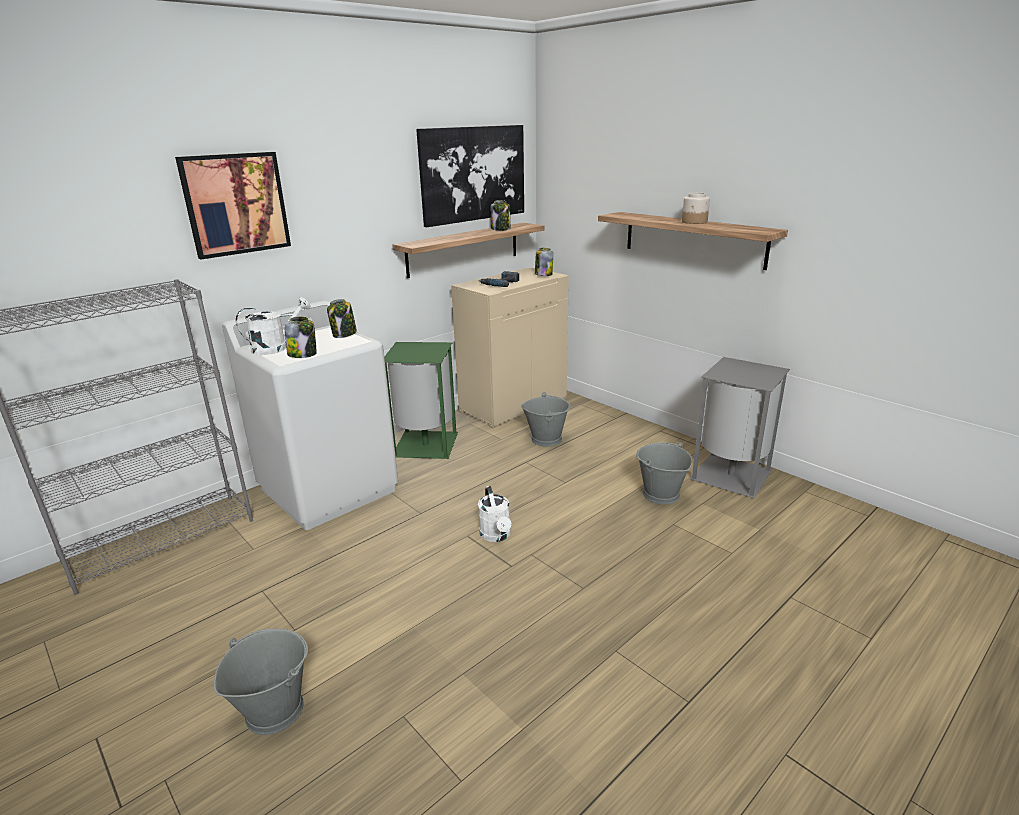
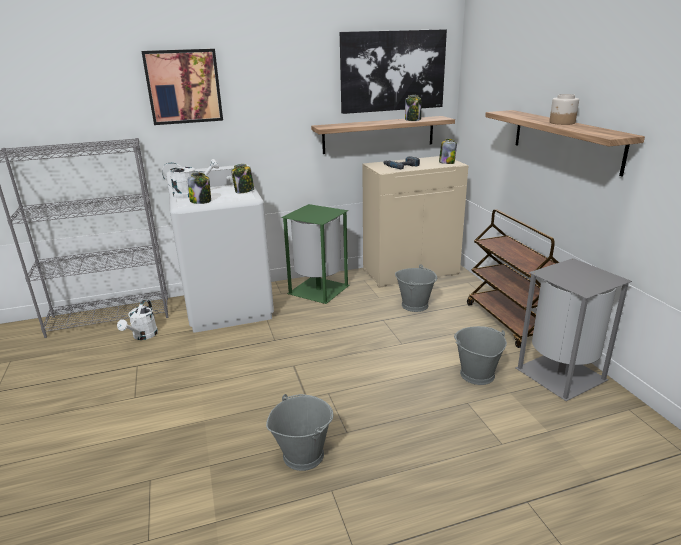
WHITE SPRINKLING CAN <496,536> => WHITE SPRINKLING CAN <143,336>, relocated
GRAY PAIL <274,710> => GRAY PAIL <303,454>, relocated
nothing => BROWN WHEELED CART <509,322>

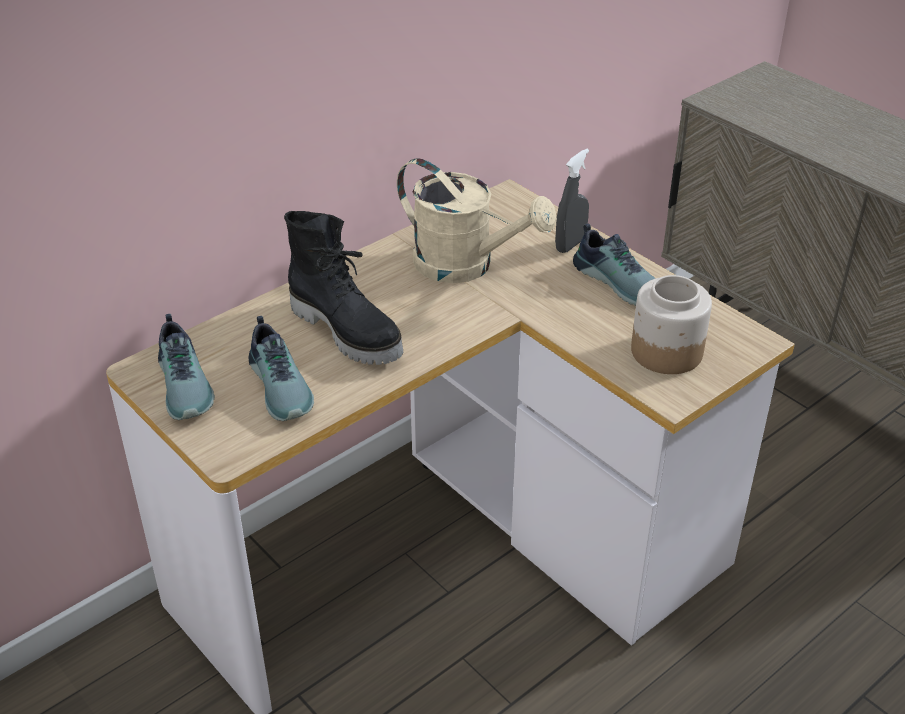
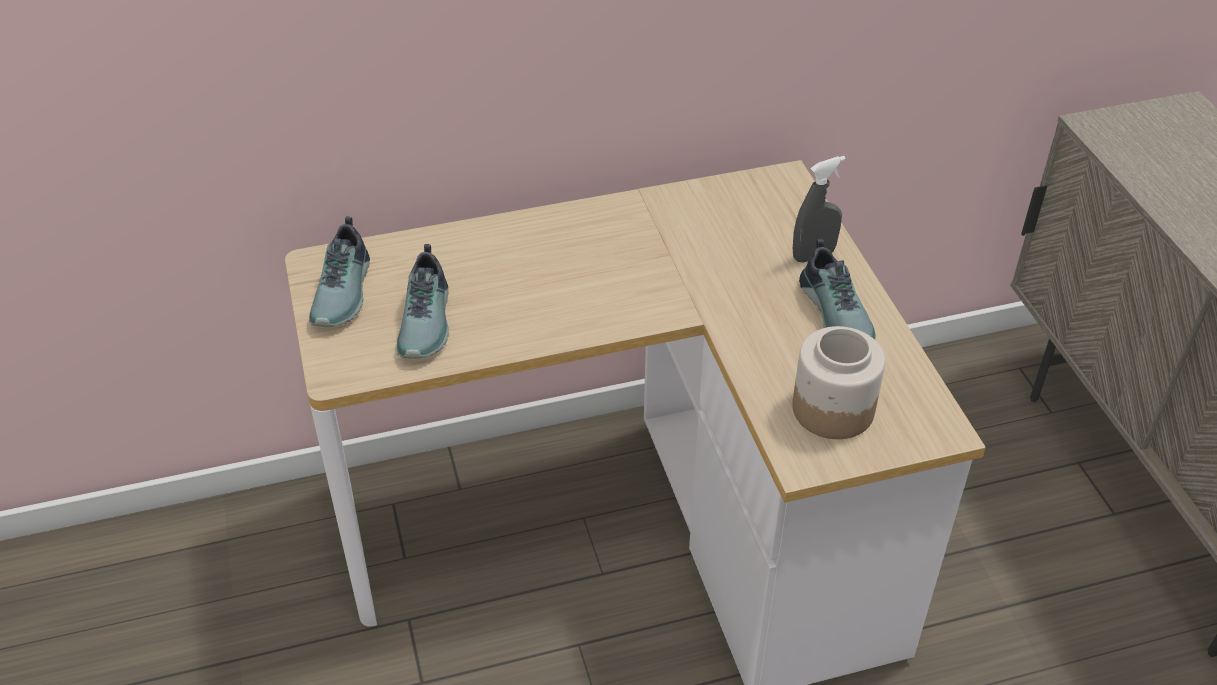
BEIGE-COLOURED SPRINKLING CAN <466,266> => nothing
BLACK TALL BOOT <348,331> => nothing

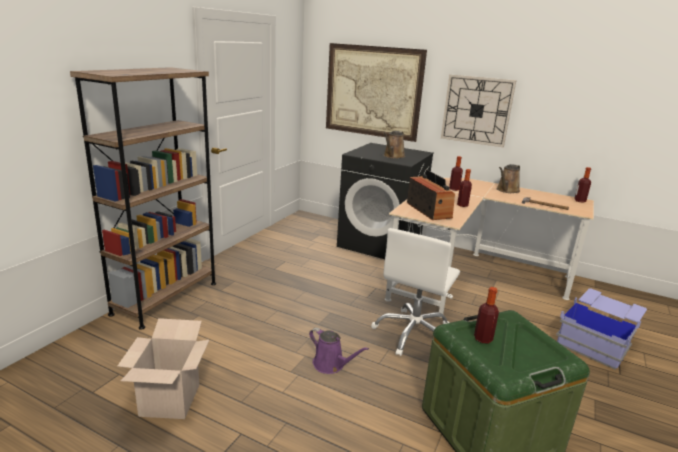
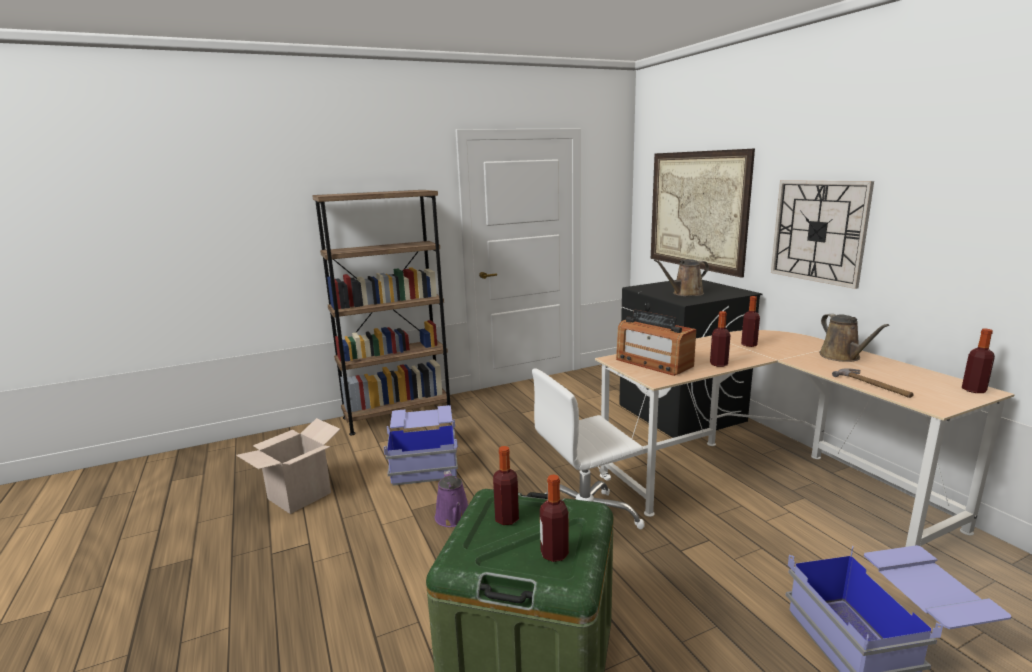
BROWN SPRINKLING CAN <507,190> => BROWN SPRINKLING CAN <842,357>, 90 degrees counterclockwise
RADIO <429,210> => RADIO <653,363>, 120 degrees clockwise
nothing => BLUE-COLOURED STORAGE BOX <424,460>
nothing => BOTTLE <554,554>

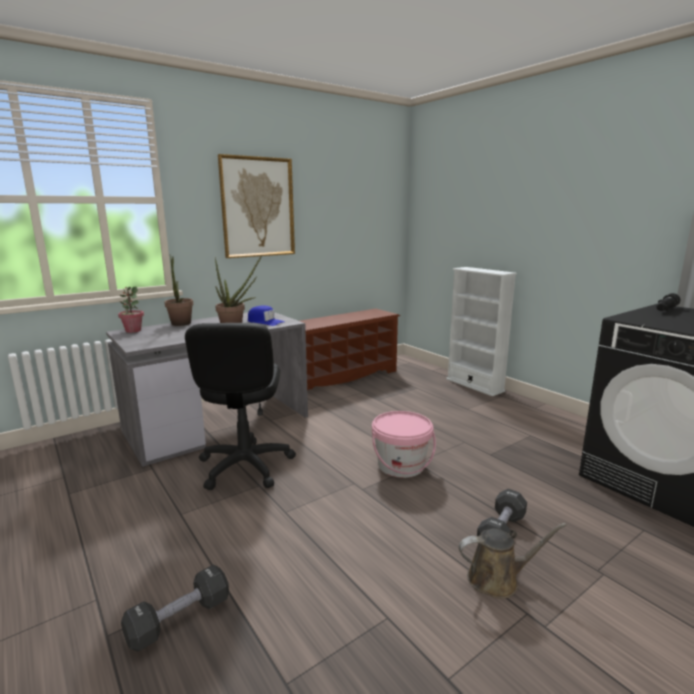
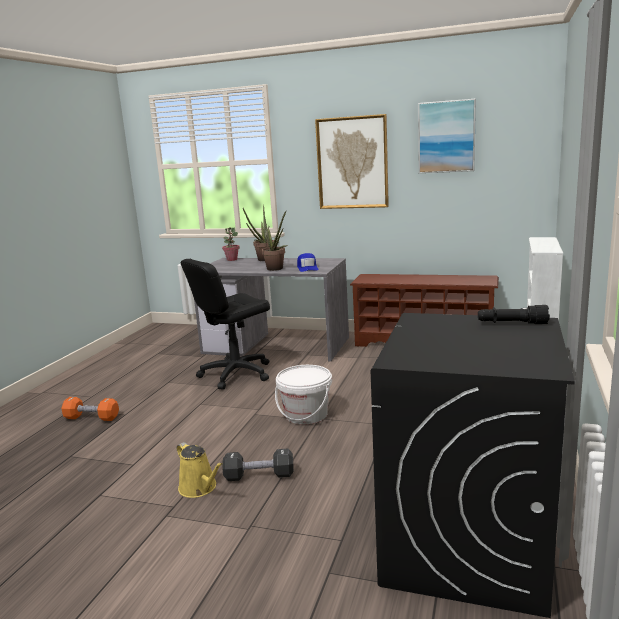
PINK-COLOURED PAIL <401,465> => WHITE PAIL <306,415>
BROWN SPRINKLING CAN <497,579> => YELLOW SPRINKLING CAN <200,488>
BLACK FREE WEIGHT <179,620> => ORANGE FREE WEIGHT <91,418>
nothing => WALL PICTURE <446,137>

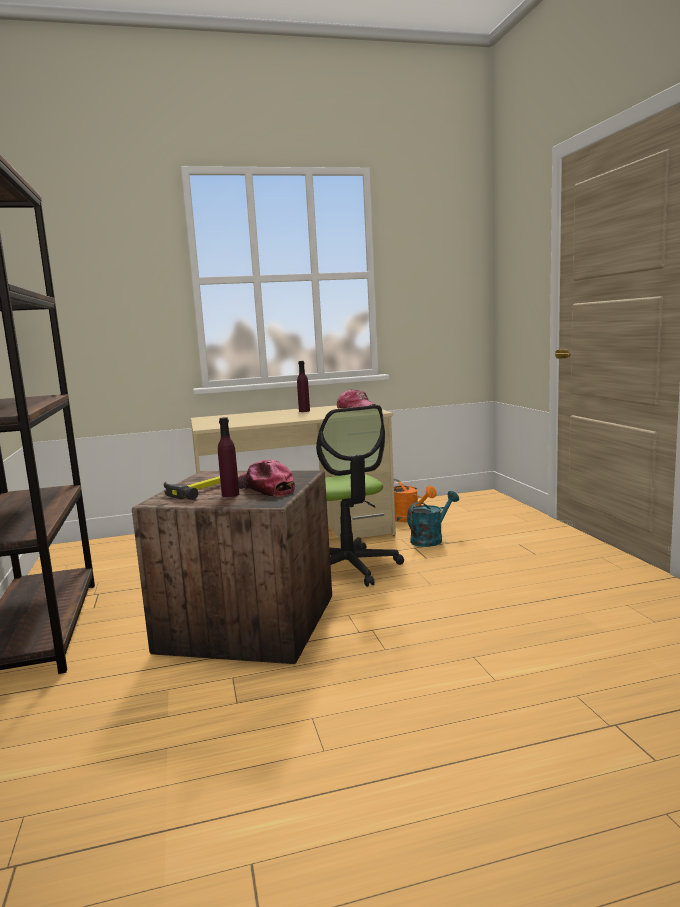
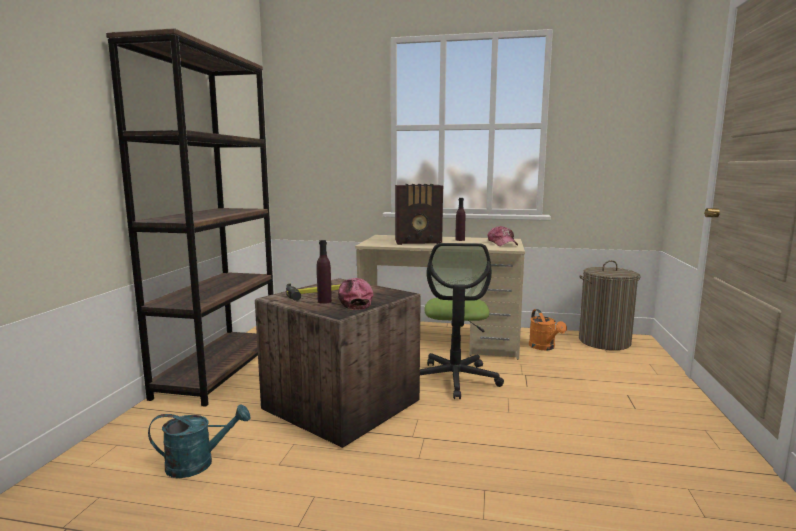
TURQUOISE-COLOURED SPRINKLING CAN <430,539> => TURQUOISE-COLOURED SPRINKLING CAN <198,463>, relocated
nothing => RADIO <419,242>
nothing => HAMPER <604,341>

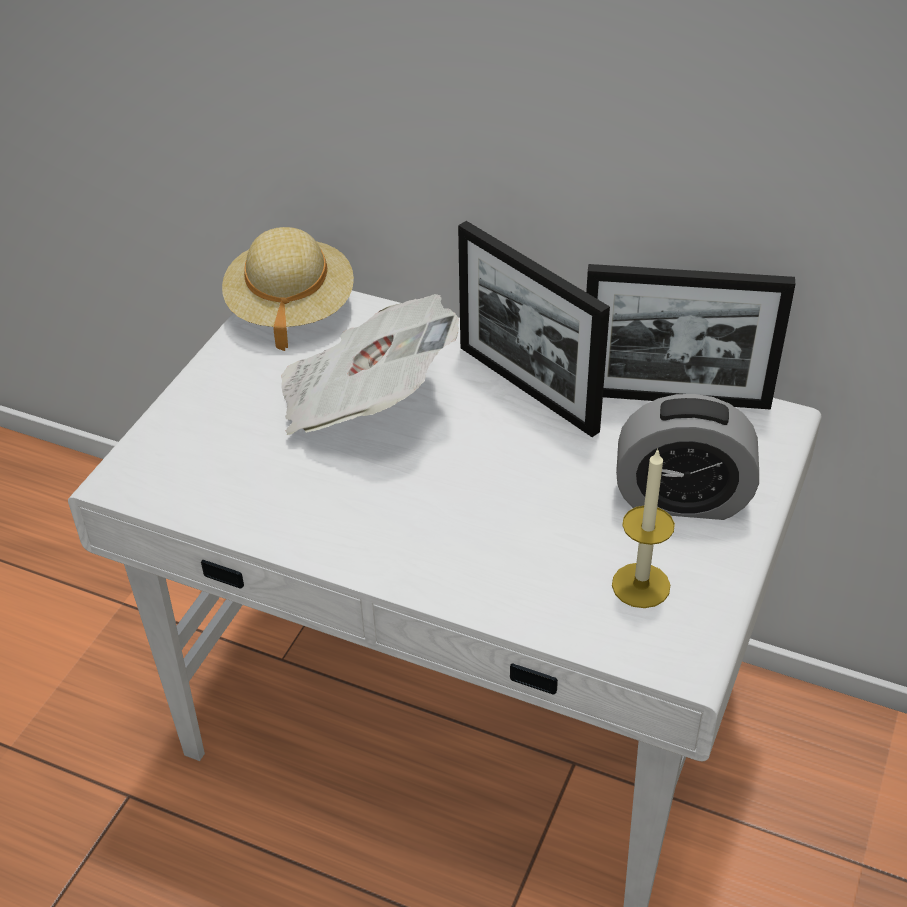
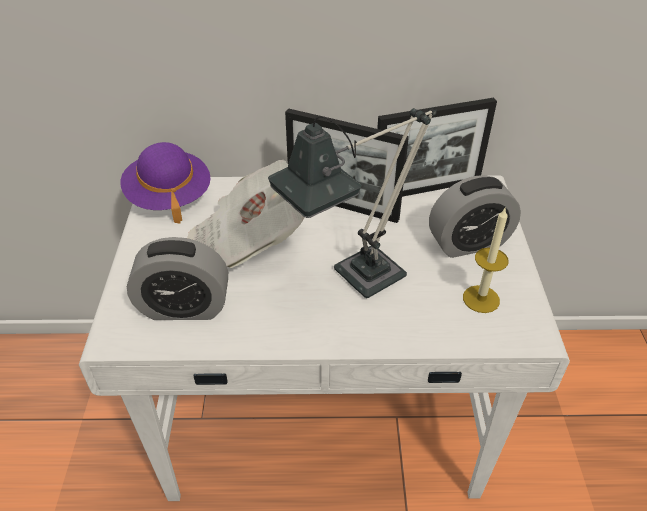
BEIGE-COLOURED CLOTHING HAT <291,309> => PURPLE CLOTHING HAT <169,197>
nothing => LAMP FOR A TABLE <356,281>
nothing => BEDSIDE CLOCK <184,307>

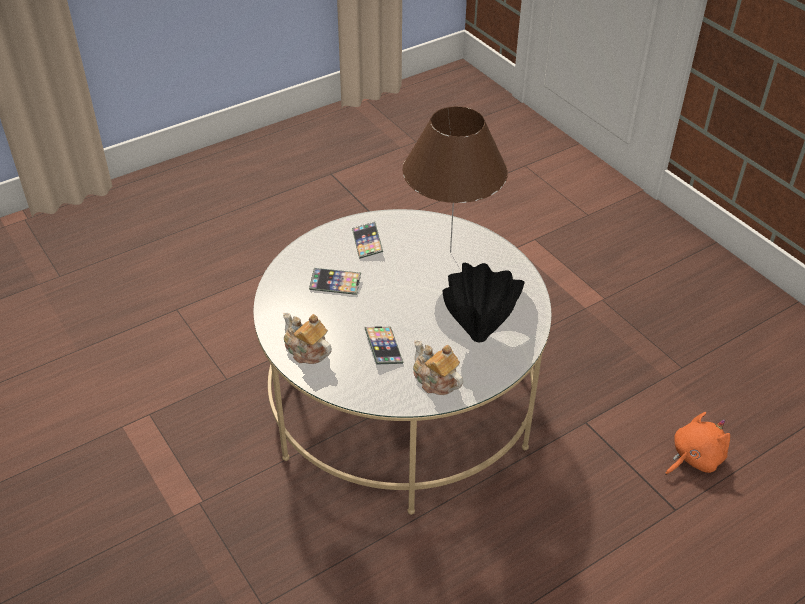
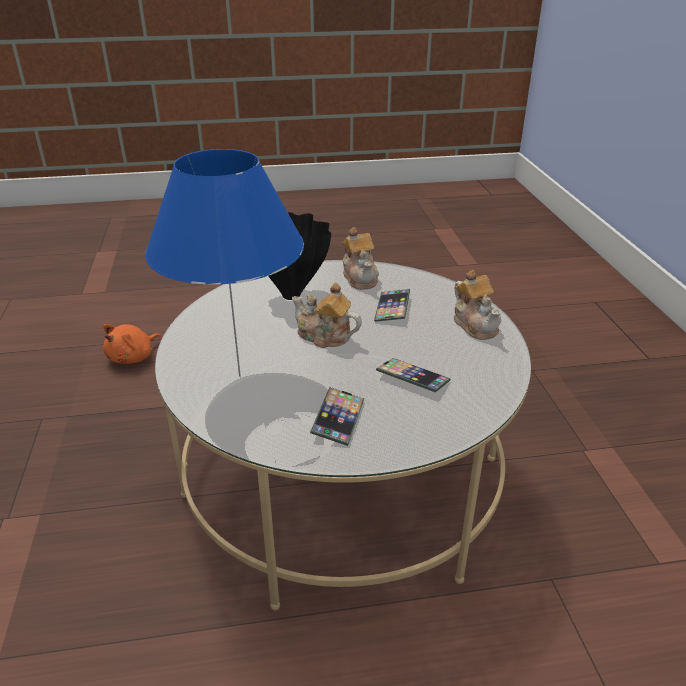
BROWN LAMP FOR A TABLE <450,252> => BLUE-COLOURED LAMP FOR A TABLE <239,375>
ORANGE PLUSH TOY <694,458> => ORANGE PLUSH TOY <133,357>, 45 degrees counterclockwise
nothing => POT FOR TEA <324,336>

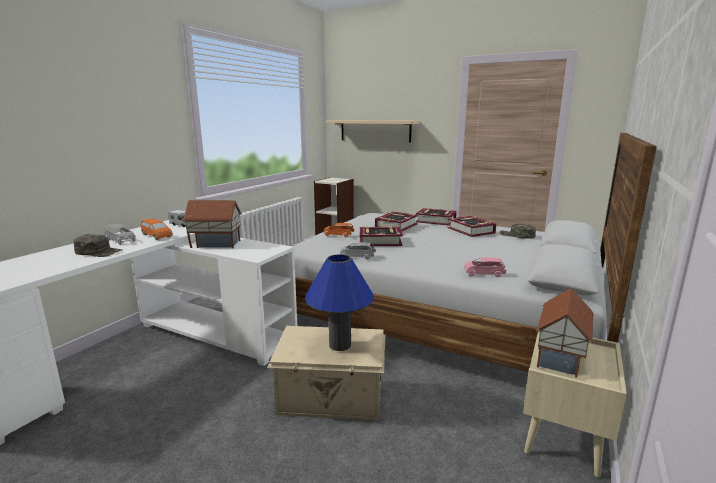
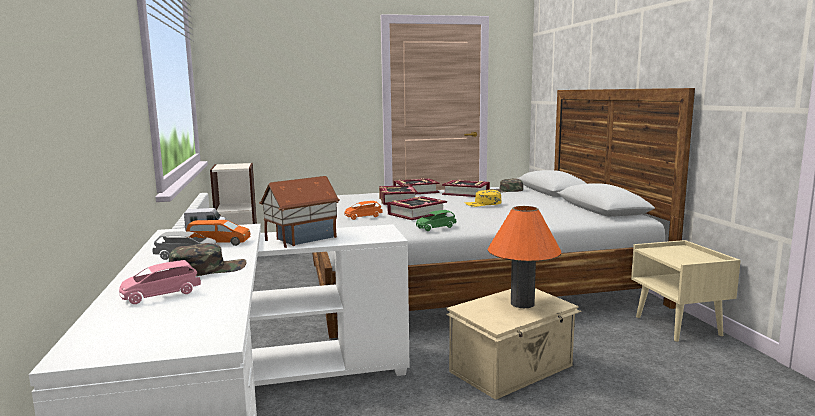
BEIGE-COLOURED SHELF <375,130> => nothing
GRAY MODEL CAR <357,257> => GREEN-COLOURED MODEL CAR <435,227>
BLUE-COLOURED LAMP FOR A TABLE <340,345> => ORANGE LAMP FOR A TABLE <522,304>
PINK-COLOURED MODEL CAR <483,274> => PINK-COLOURED MODEL CAR <160,294>, relocated
MODEL HOUSE <562,357> => nothing
nothing => YELLOW PEAKED CAP <482,204>

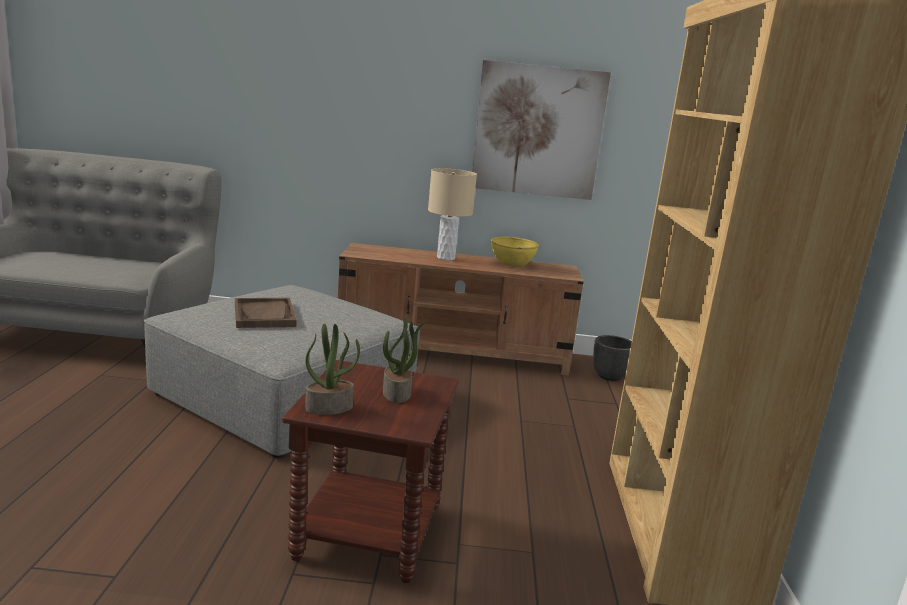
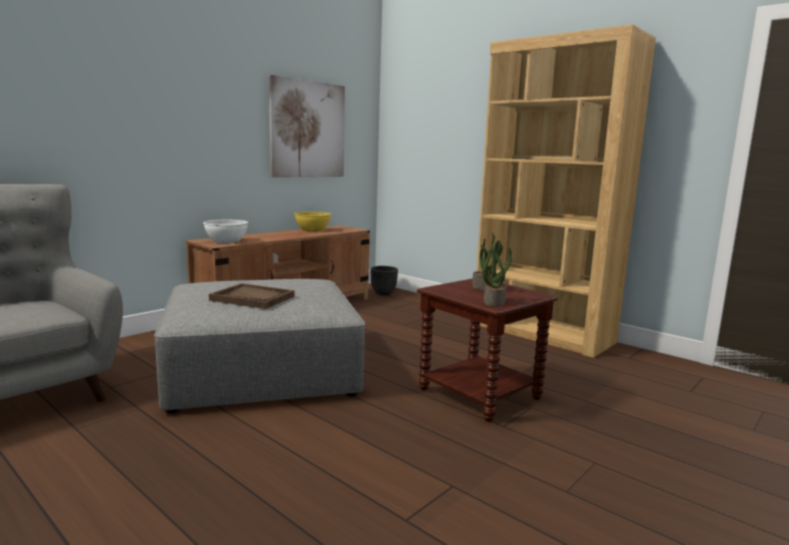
BEIGE-COLOURED LAMP FOR A TABLE <445,258> => nothing
nothing => WHITE DEEP DISH <226,241>

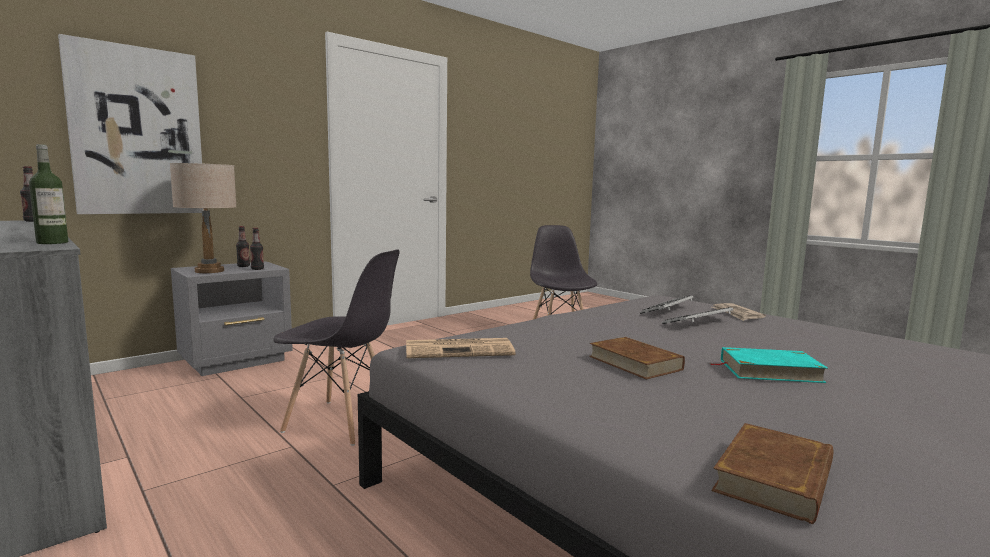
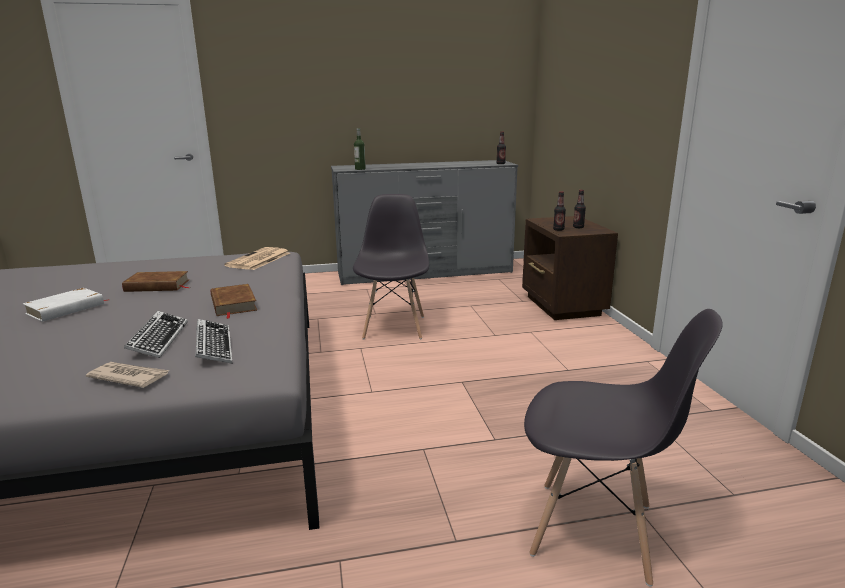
WALL PICTURE <137,131> => nothing
BEIGE-COLOURED LAMP FOR A TABLE <209,271> => nothing
GRAY CHAIR <341,422> => GRAY CHAIR <394,327>, 135 degrees clockwise
GRAY NIGHT TABLE <238,361> => BROWN NIGHT TABLE <562,306>
TURQUOISE-COLOURED VOLUME <769,371> => WHITE VOLUME <66,309>
BROWN VOLUME <775,478> => BROWN VOLUME <233,304>, relocated

